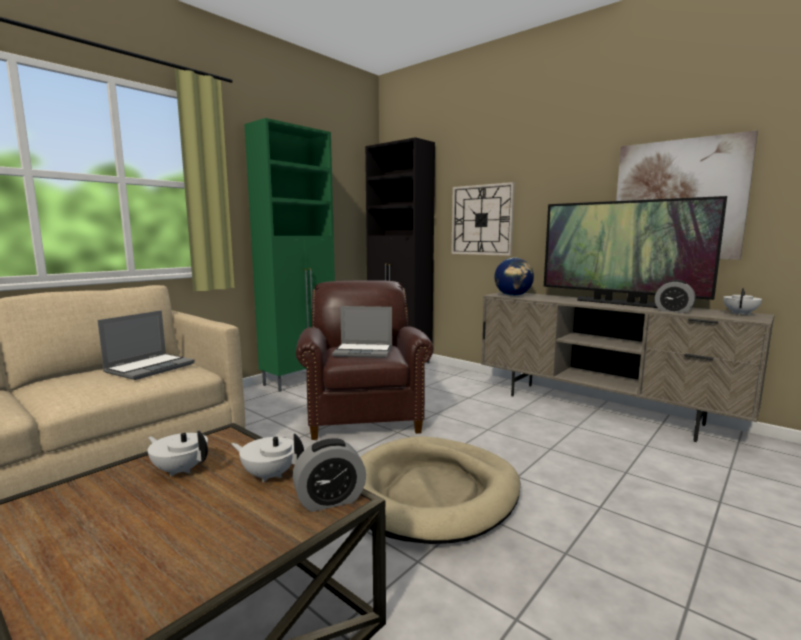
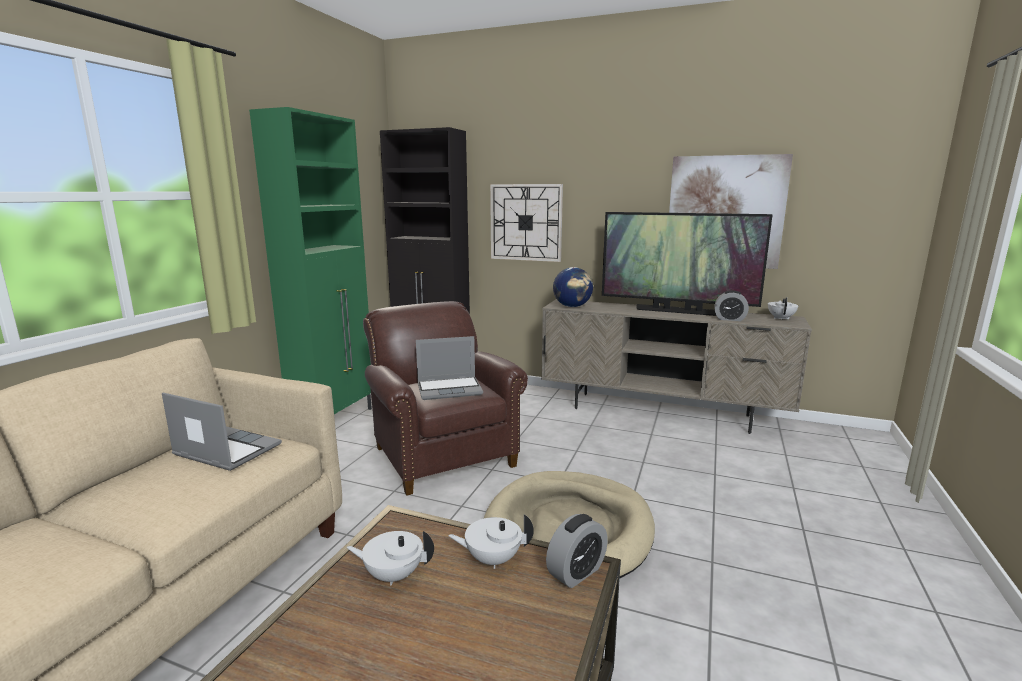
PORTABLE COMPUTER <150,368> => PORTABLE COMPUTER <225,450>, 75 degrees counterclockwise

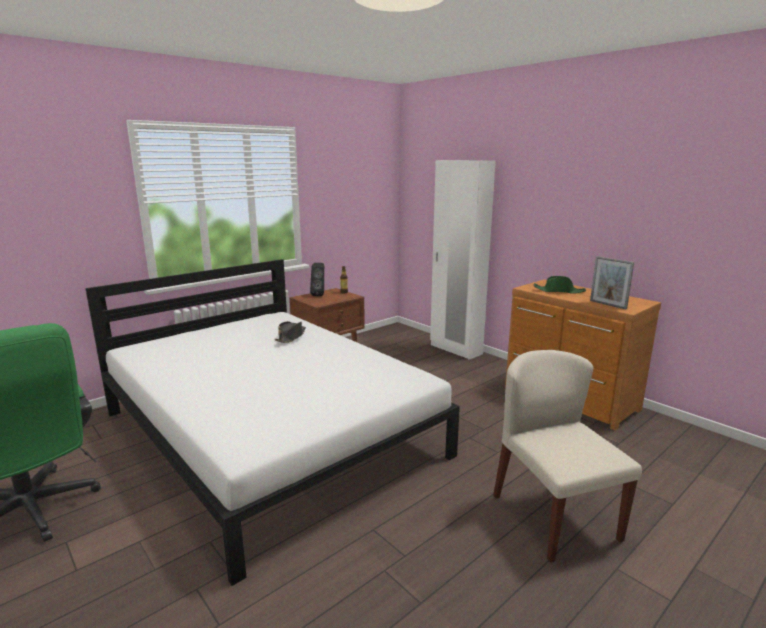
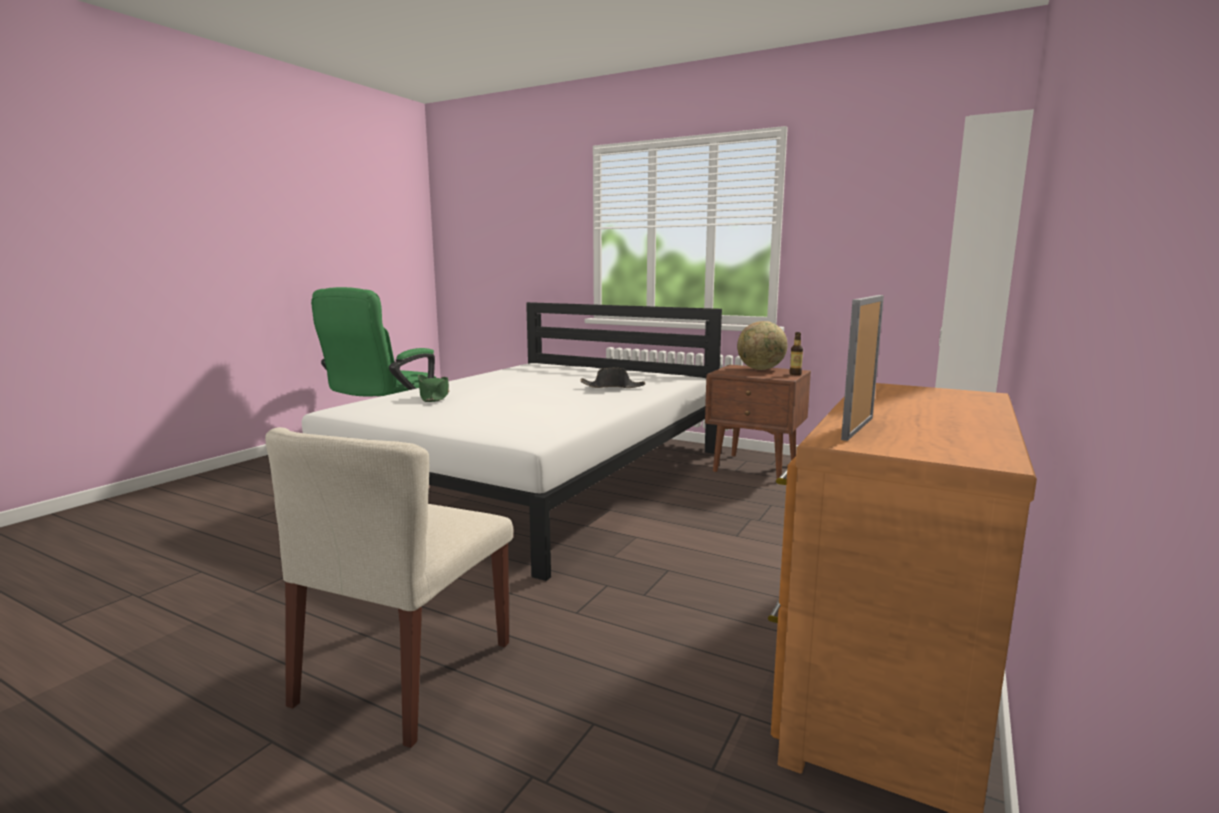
BLACK SPEAKER <319,295> => GLOBE <761,369>
GREEN-COLOURED CLOTHING HAT <559,291> => GREEN-COLOURED CLOTHING HAT <434,397>, relocated
BEIGE-COLOURED CHAIR <553,516> => BEIGE-COLOURED CHAIR <406,674>, 150 degrees clockwise

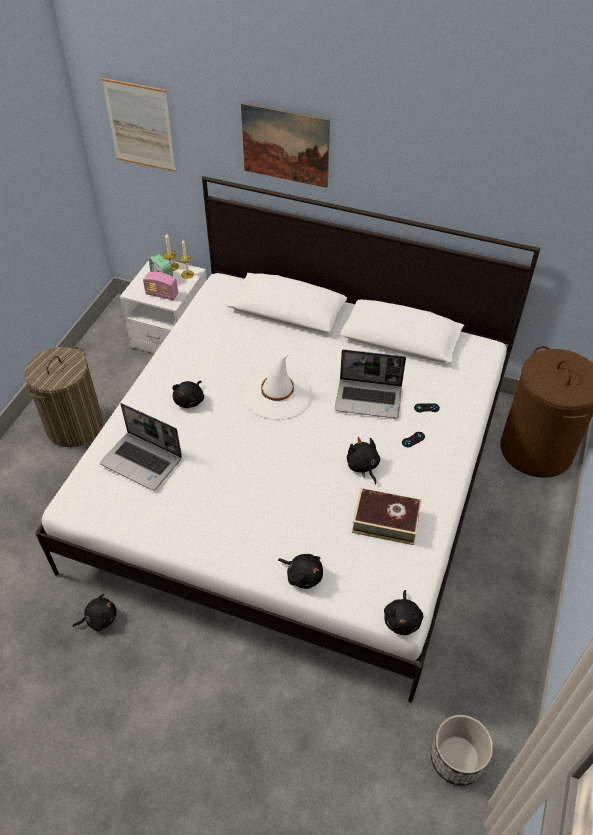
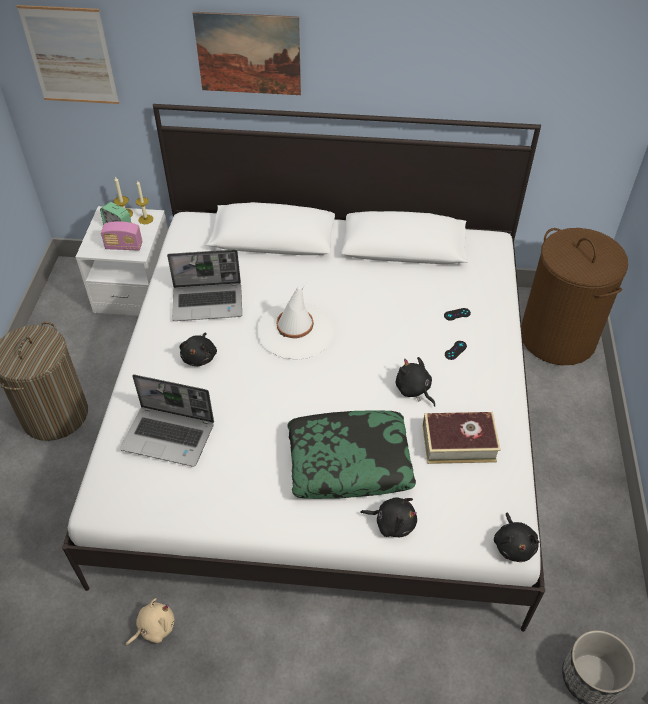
PORTABLE COMPUTER <369,399> => PORTABLE COMPUTER <208,302>, relocated
BLACK PLUSH TOY <99,618> => BEIGE-COLOURED PLUSH TOY <154,628>
nothing => THROW PILLOW <349,461>

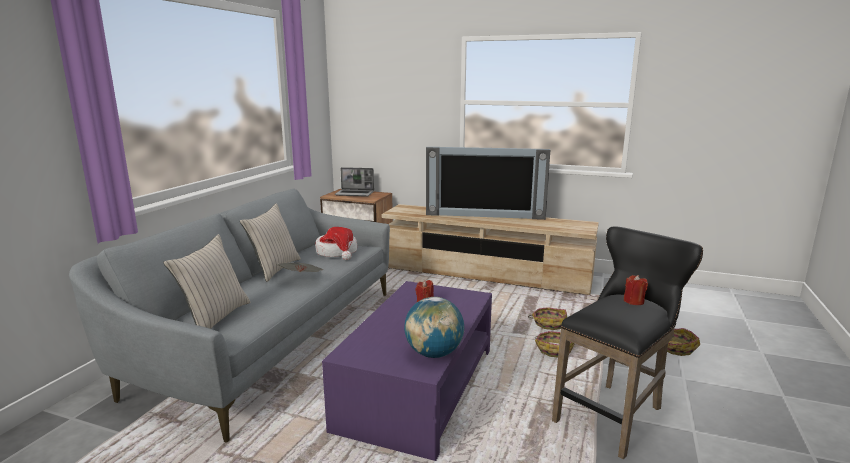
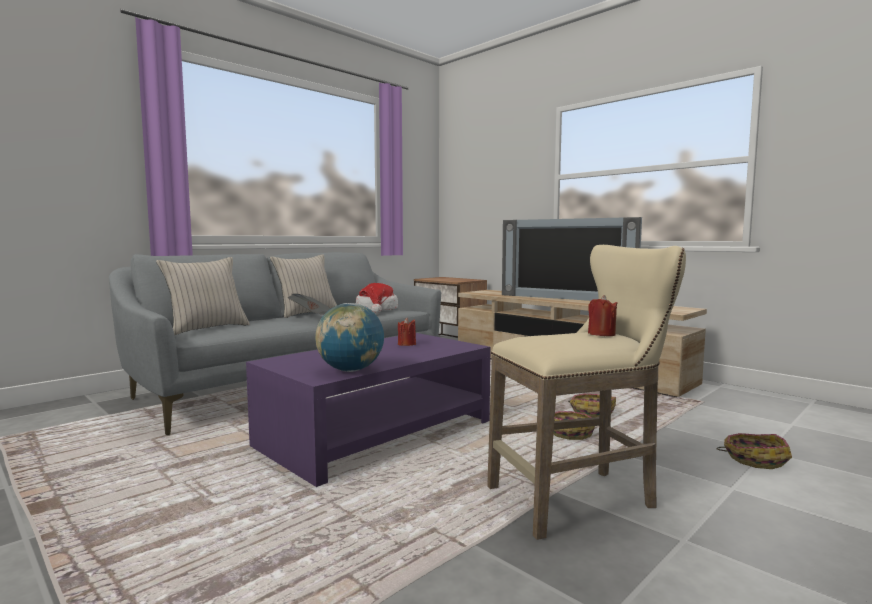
PORTABLE COMPUTER <355,194> => nothing
BLACK STOOL SEAT <614,413> => BEIGE-COLOURED STOOL SEAT <580,498>

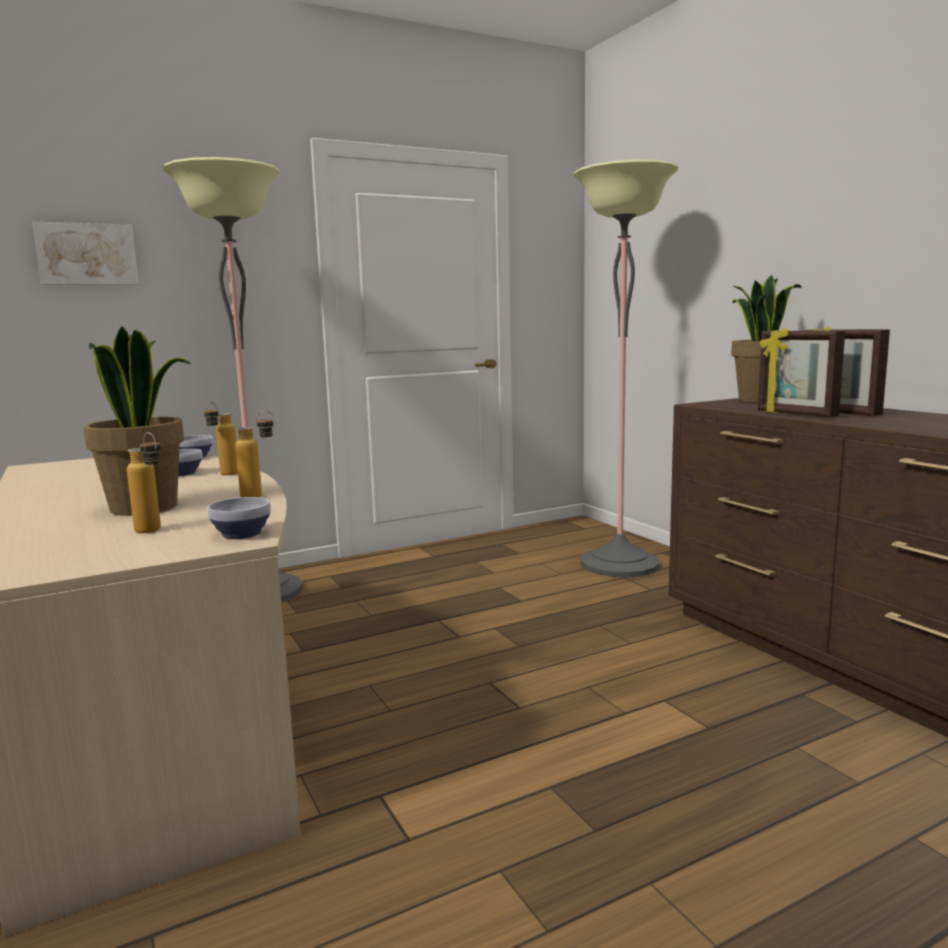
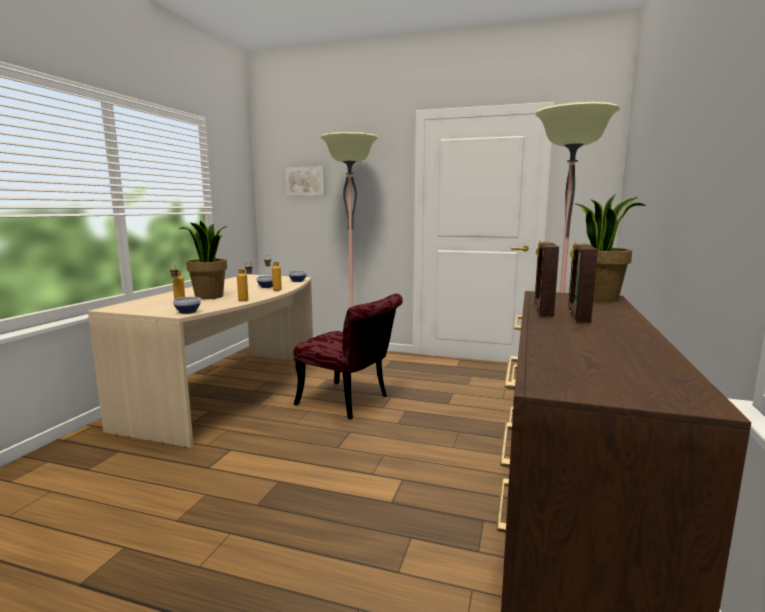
nothing => RED-COLOURED CHAIR <350,402>

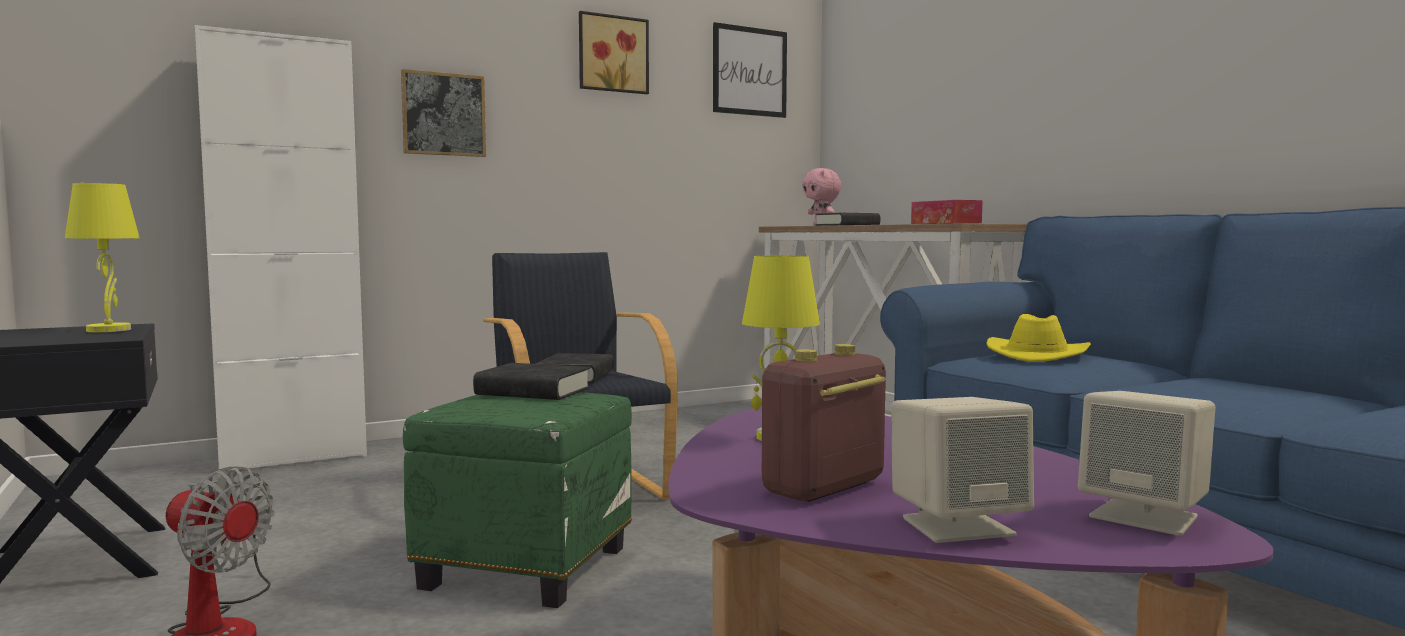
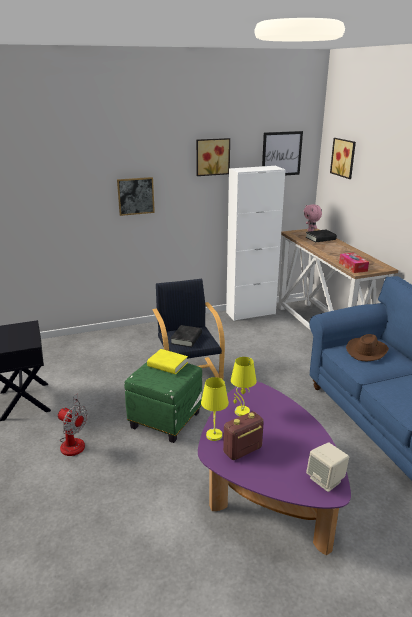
WHITE CABINET <293,458> => WHITE CABINET <250,313>, relocated
YELLOW LAMP FOR A TABLE <108,330> => YELLOW LAMP FOR A TABLE <214,435>, relocated
YELLOW CLOTHING HAT <1037,355> => BROWN CLOTHING HAT <367,351>
BLACK VOLUME <533,391> => YELLOW VOLUME <167,364>
BEIGE-COLOURED SPEAKER <957,526> => nothing
nothing => WALL PICTURE <344,158>

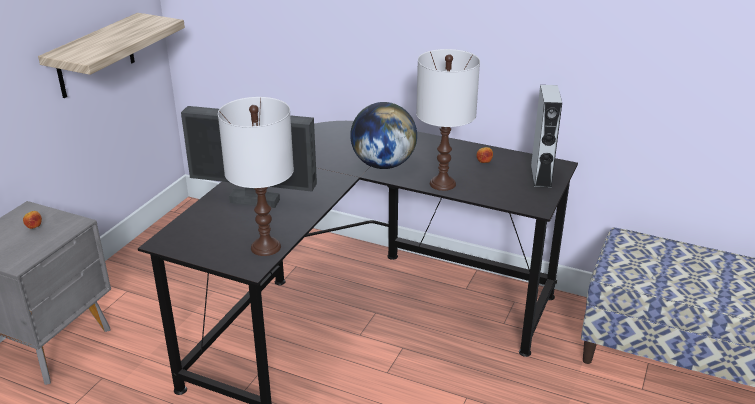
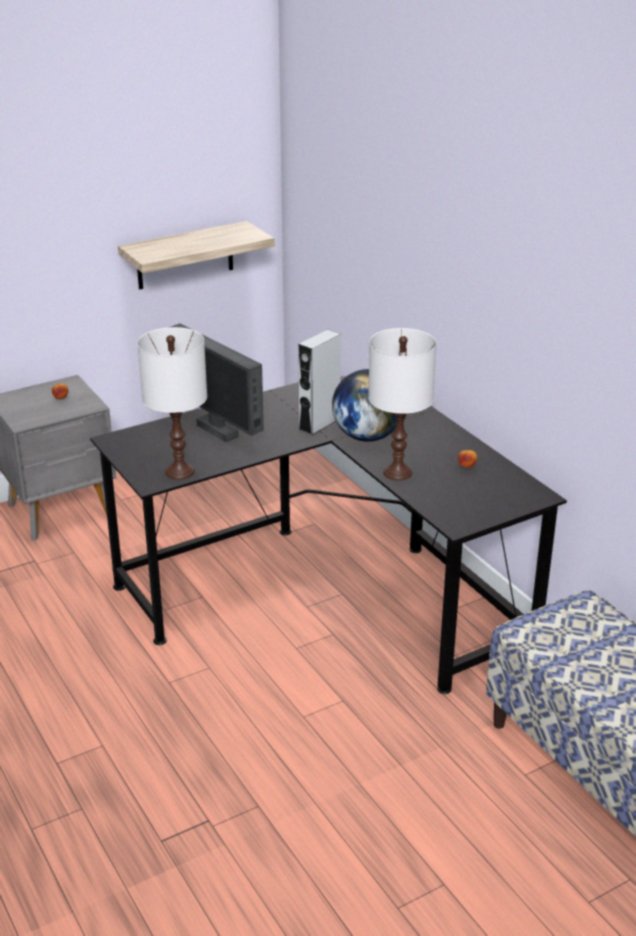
GRAY SPEAKER <540,176> => GRAY SPEAKER <319,424>, relocated

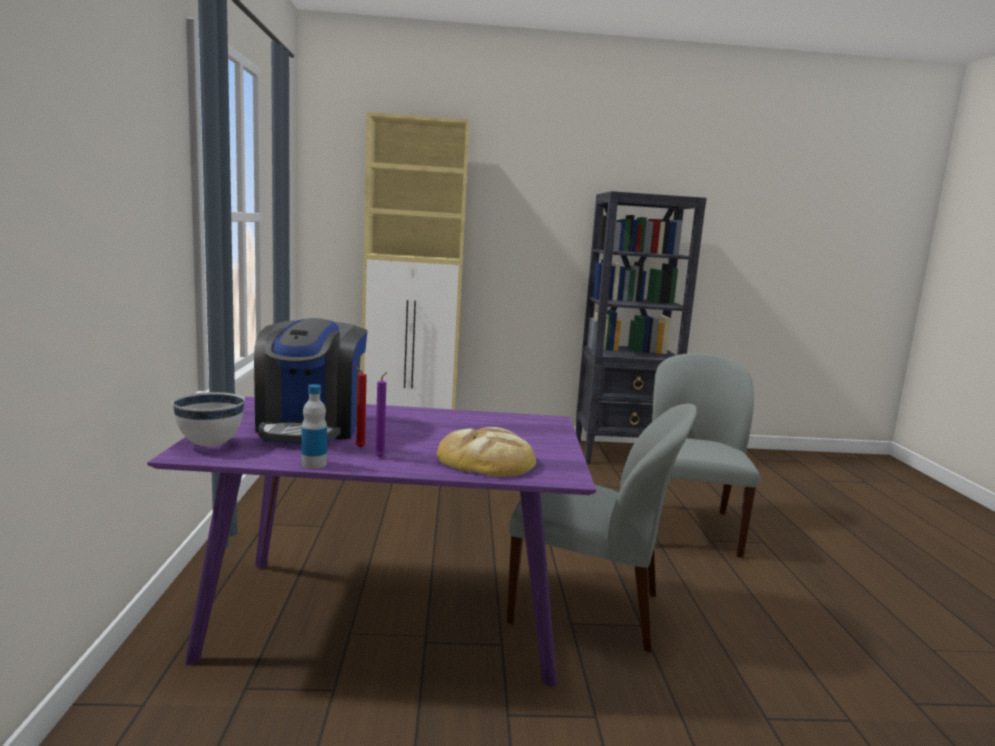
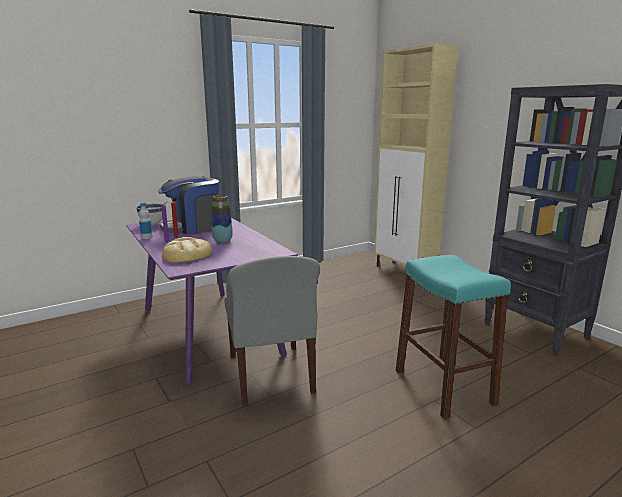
GRAY CHAIR <689,527> => TURQUOISE-COLOURED STOOL SEAT <443,387>
nothing => VASE <222,241>

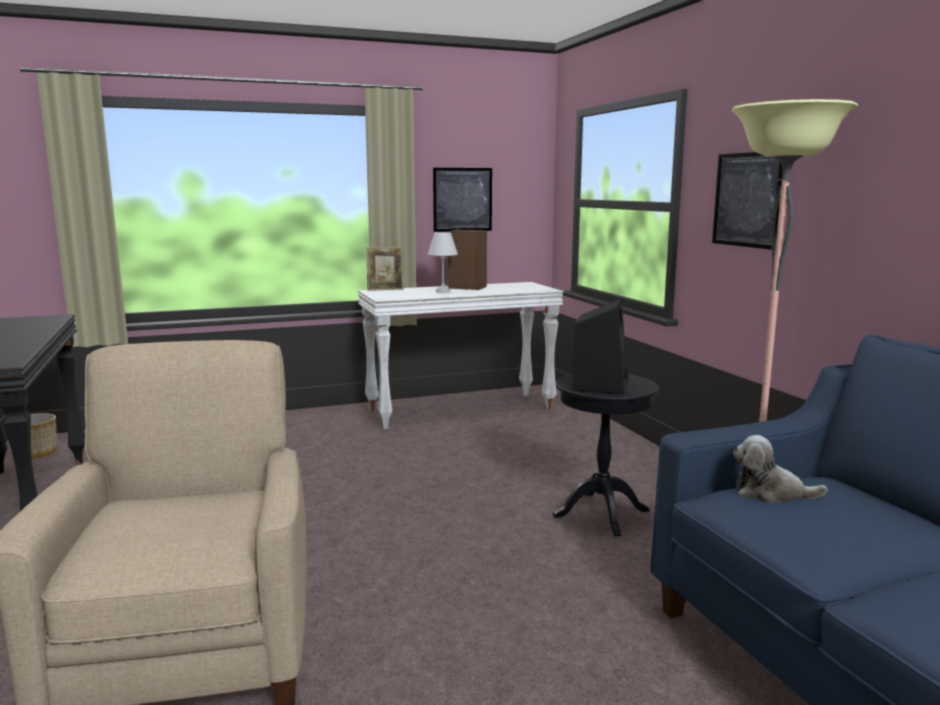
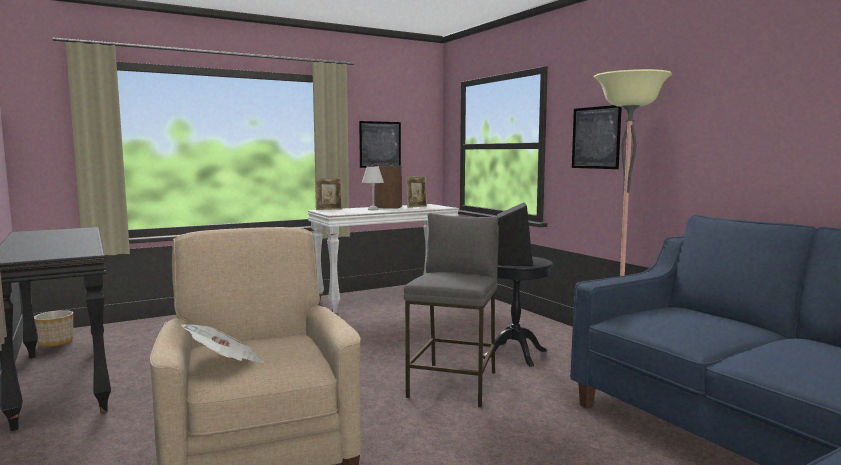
PLUSH TOY <770,493> => nothing
nothing => PICTURE FRAME <416,207>
nothing => GRAY STOOL SEAT <454,384>
nothing => PRINTED PAPER <226,363>

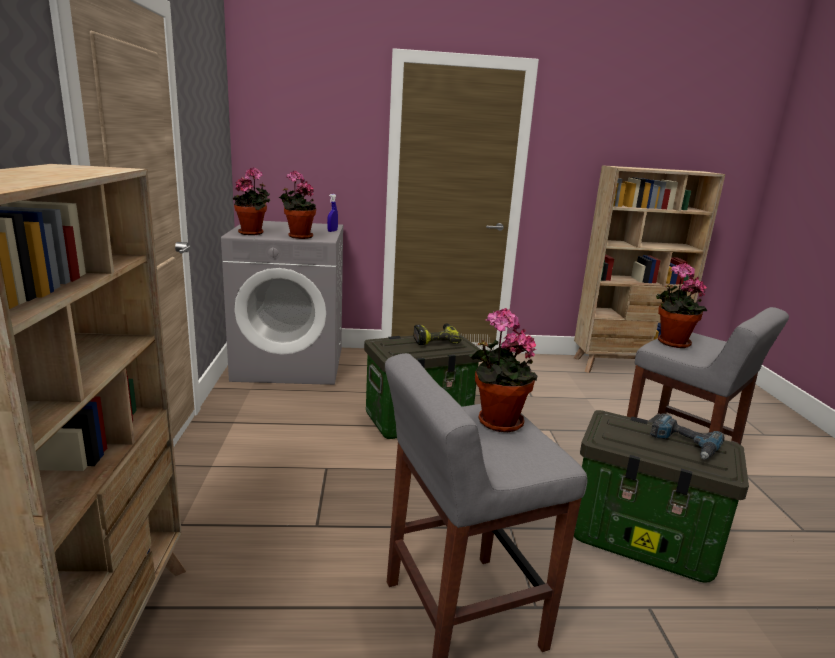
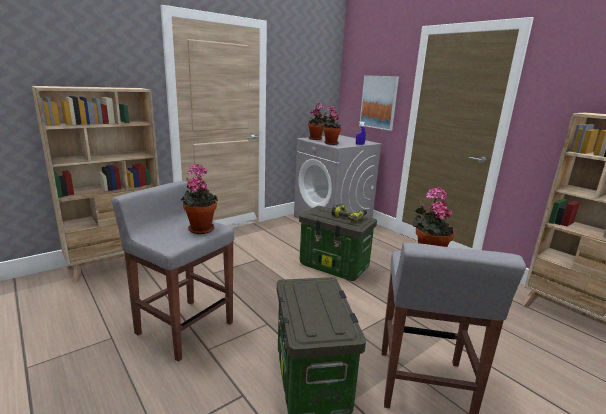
ELECTRIC DRILL <683,443> => nothing
nothing => WALL PICTURE <379,102>

